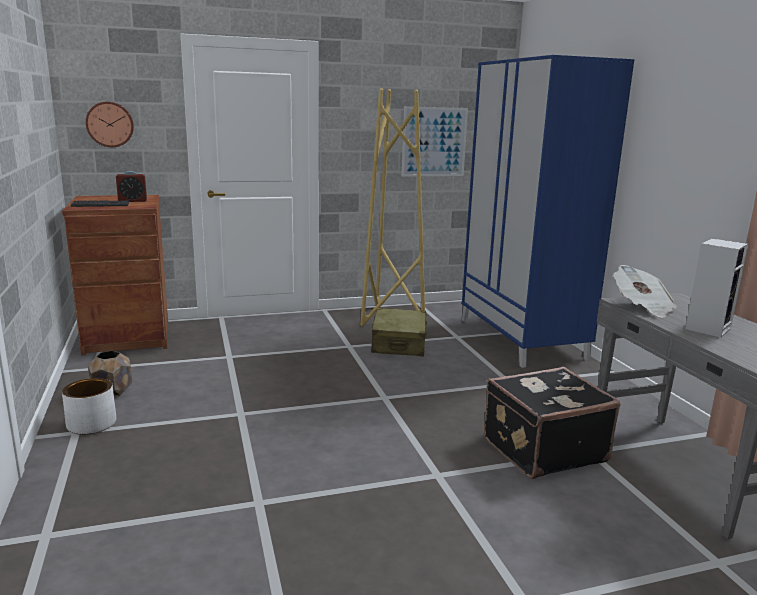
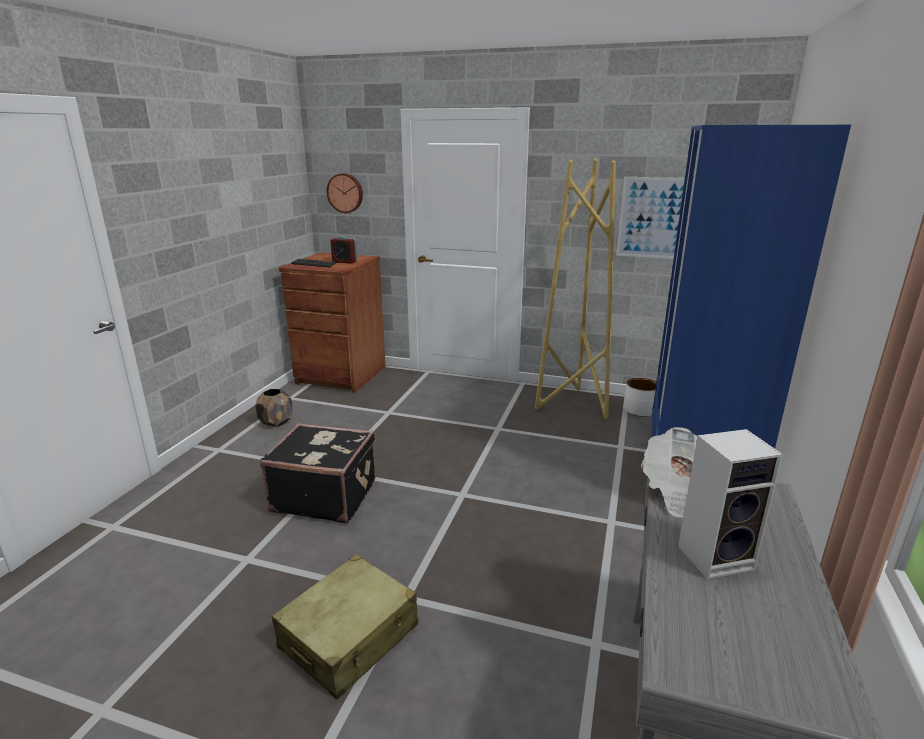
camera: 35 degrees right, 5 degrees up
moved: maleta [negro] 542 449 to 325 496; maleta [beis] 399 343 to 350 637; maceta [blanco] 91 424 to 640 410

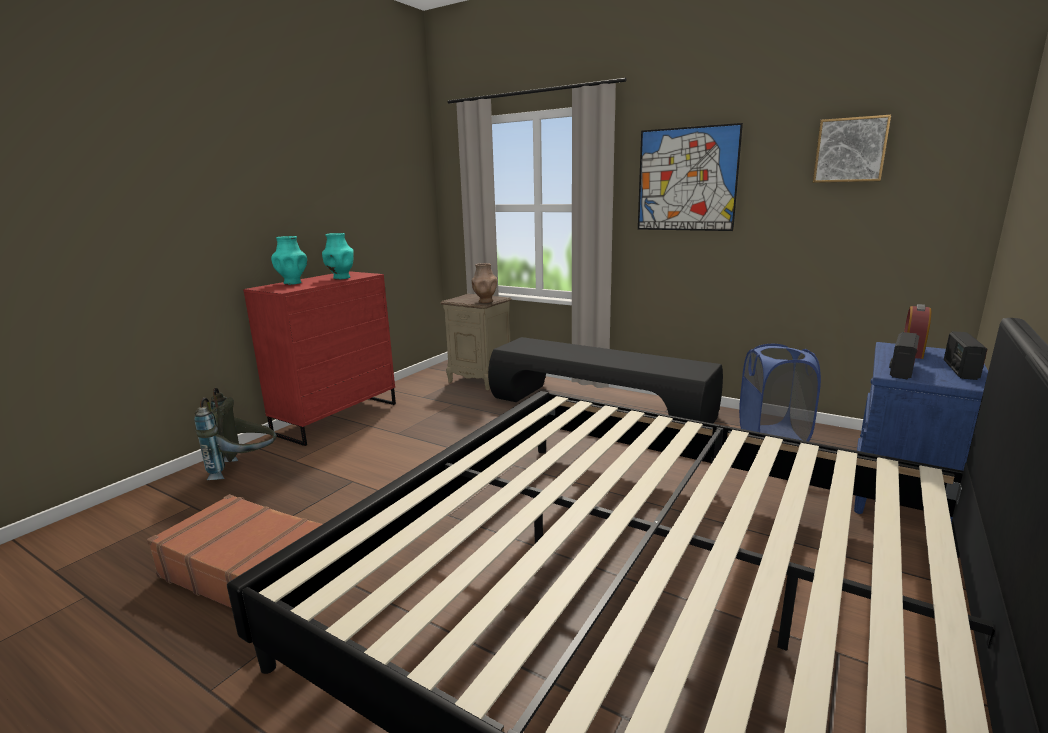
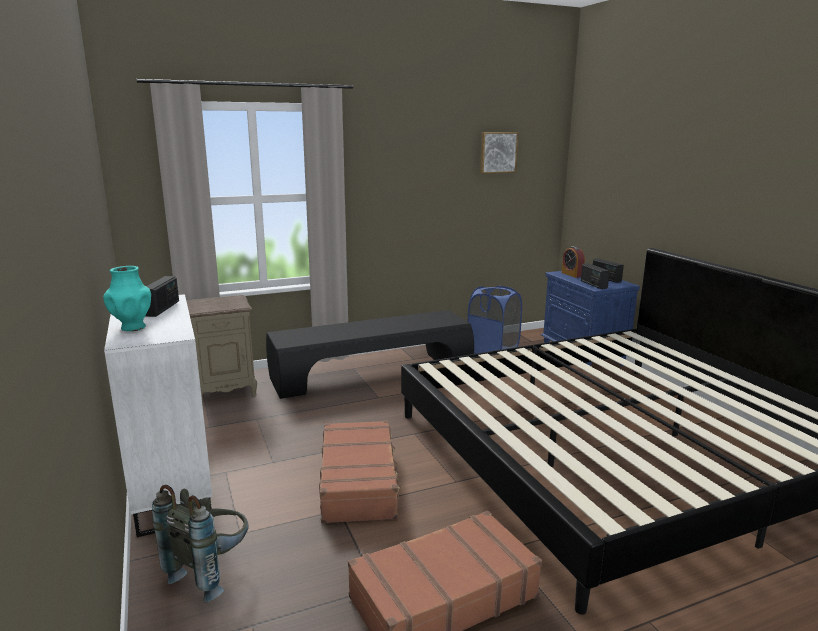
camera: 55 degrees left, 0 degrees up
removed: florero [marrón] 485 301; cuadro 686 179
added: maleta [marrón] 359 482
replaced: florero [turquesa] 341 278 to radio 162 309
recoloured: cómoda [rojo] 336 418 to cómoda [blanco] 171 485

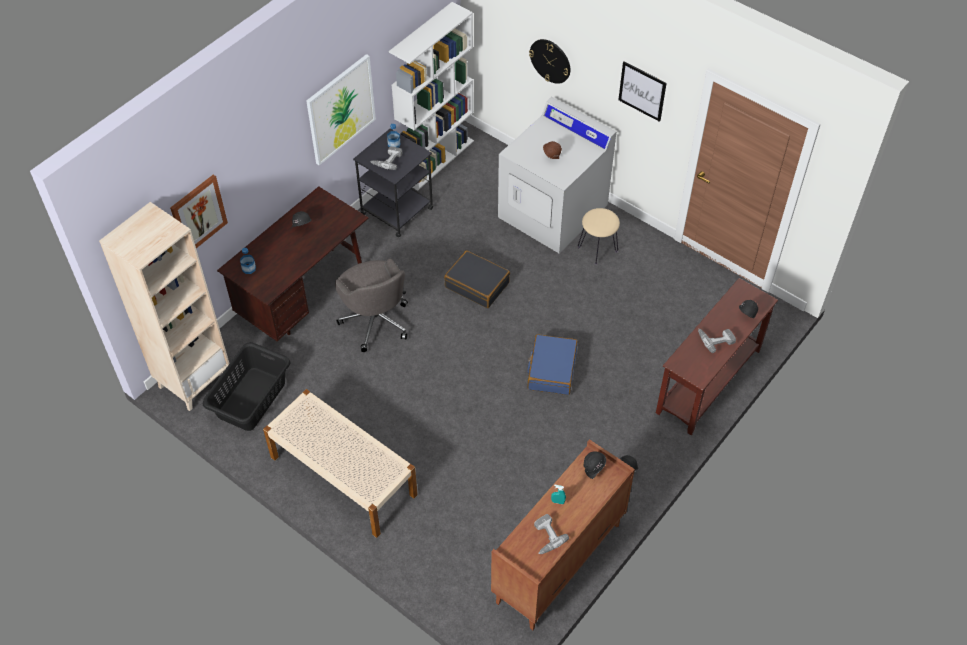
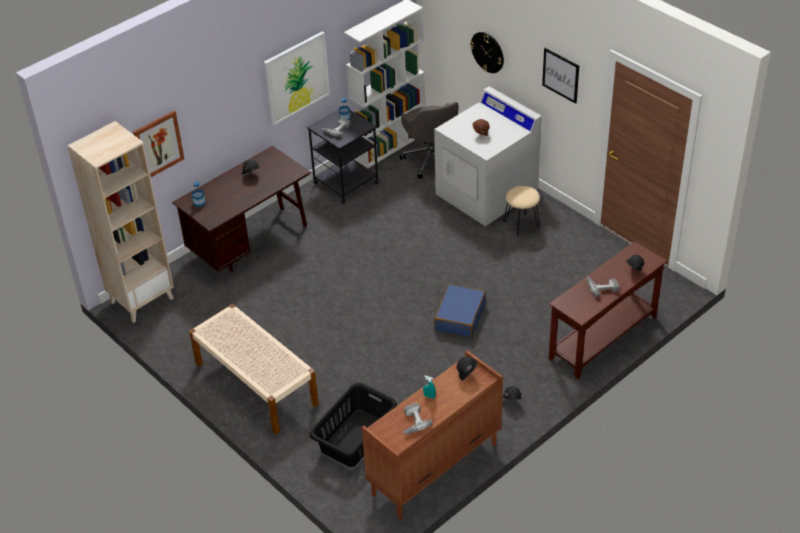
camera: 10 degrees right, 10 degrees down
removed: maleta [negro] 477 285
moved: cesto de la ropa [negro] 250 399 to 354 438; silla de oficina [gris] 376 323 to 432 160

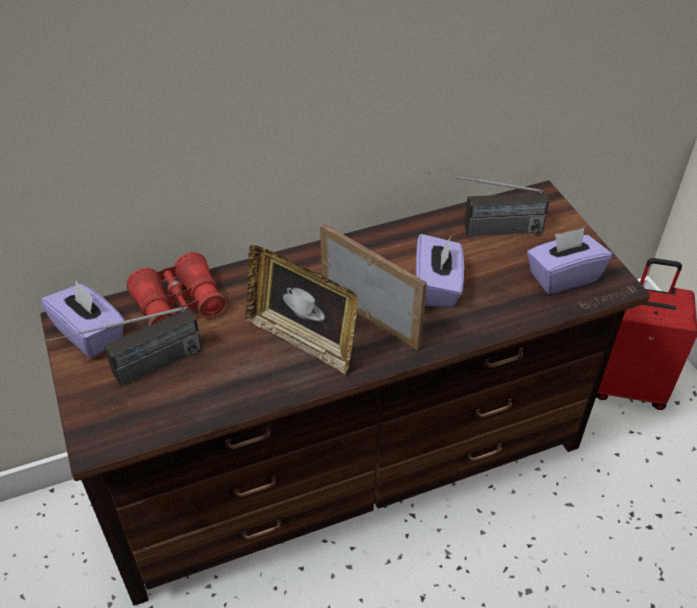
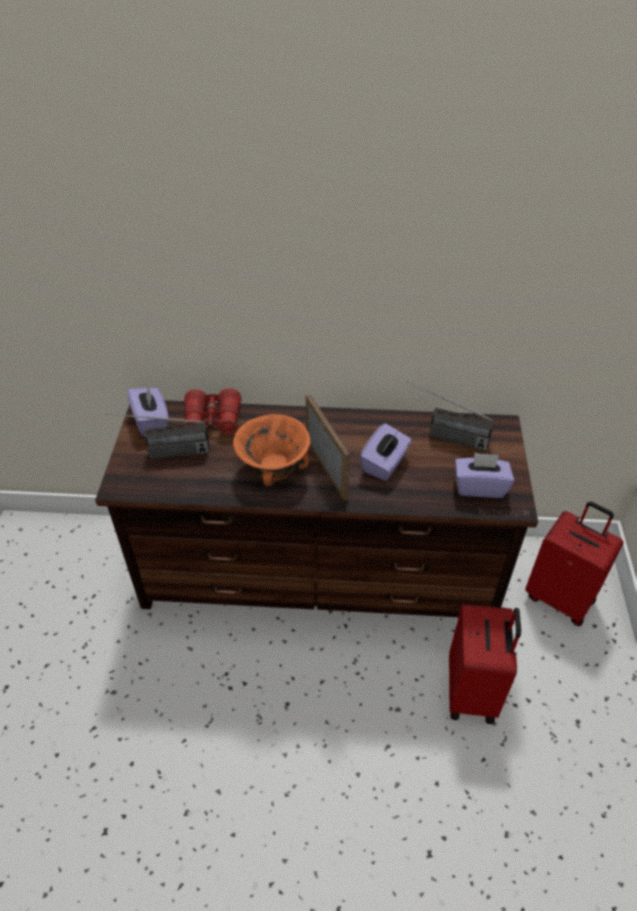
camera: 25 degrees right, 0 degrees up
added: maleta [rojo] 473 691
replaced: portarretratos 302 339 to cuenco [naranja] 274 468

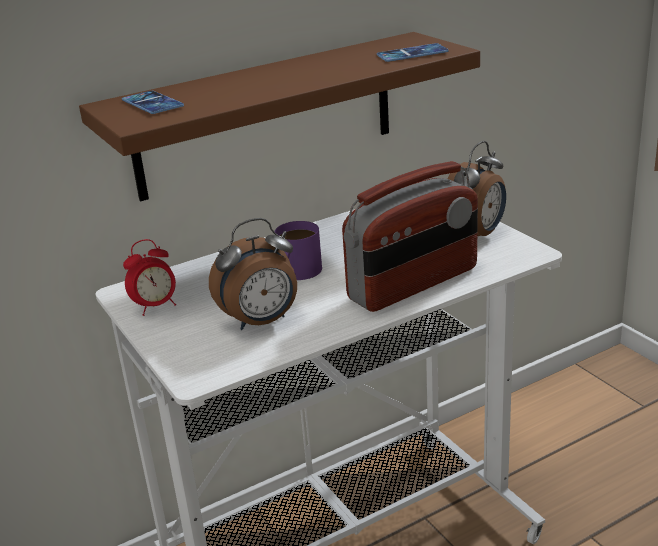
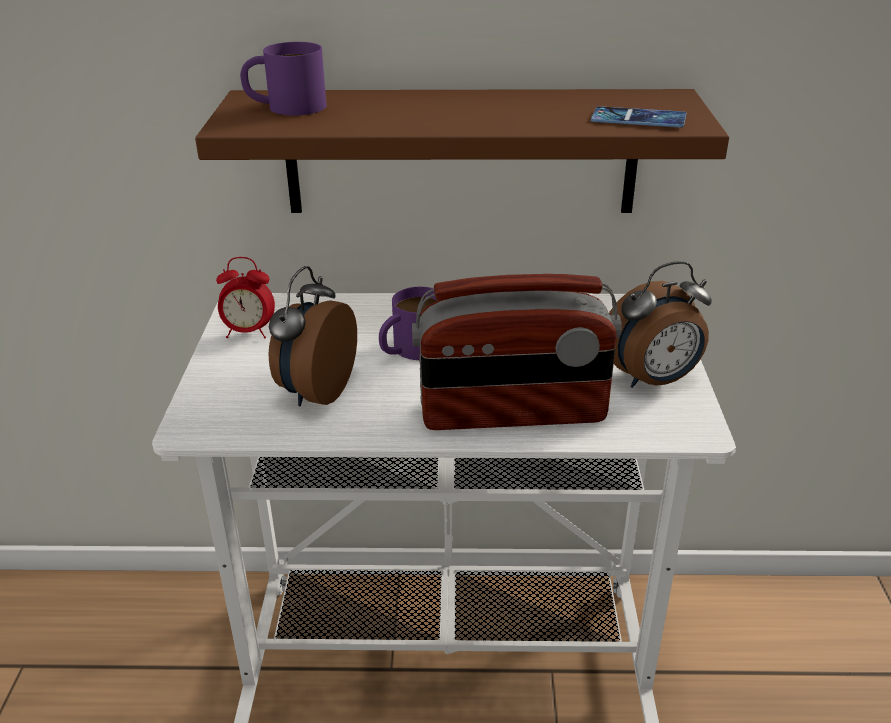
camera: 30 degrees right, 5 degrees up
replaced: móvil 152 103 to taza grande [morado] 285 106
turned: despertador 261 322 = 315 392 105 degrees clockwise

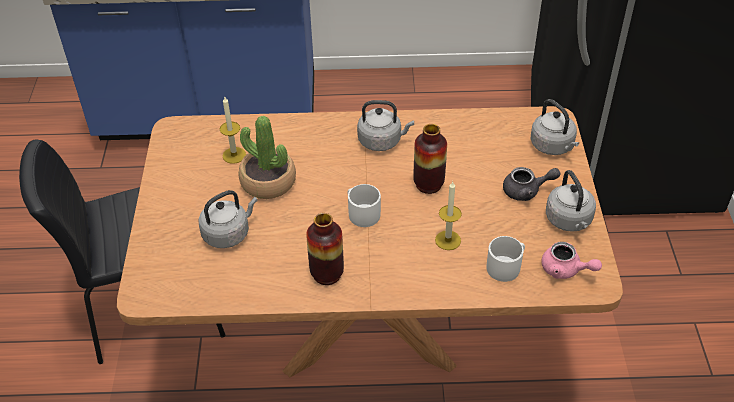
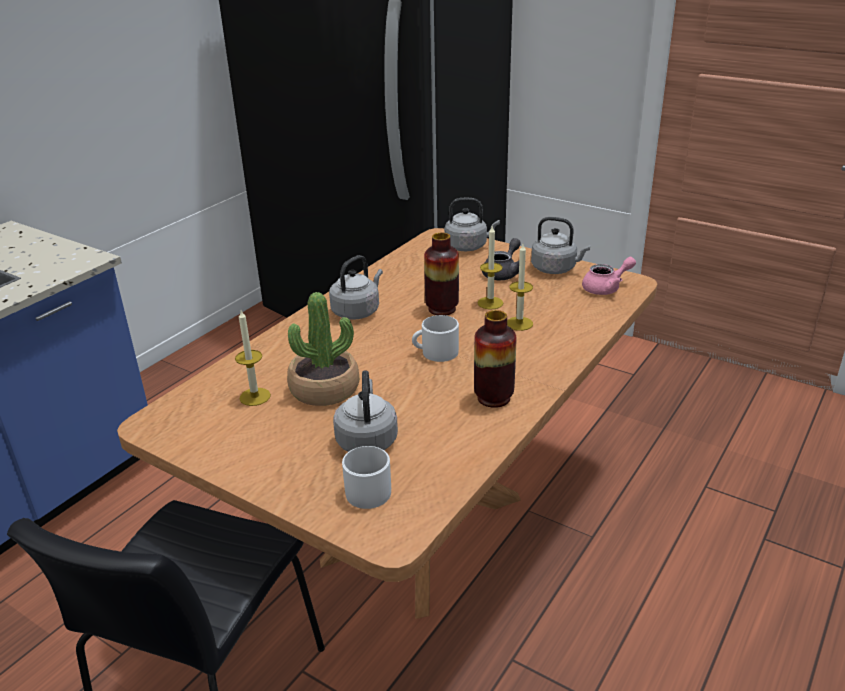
camera: 55 degrees left, 15 degrees down
added: vela 490 303
moved: taza grande [blanco] 506 266 to 368 488

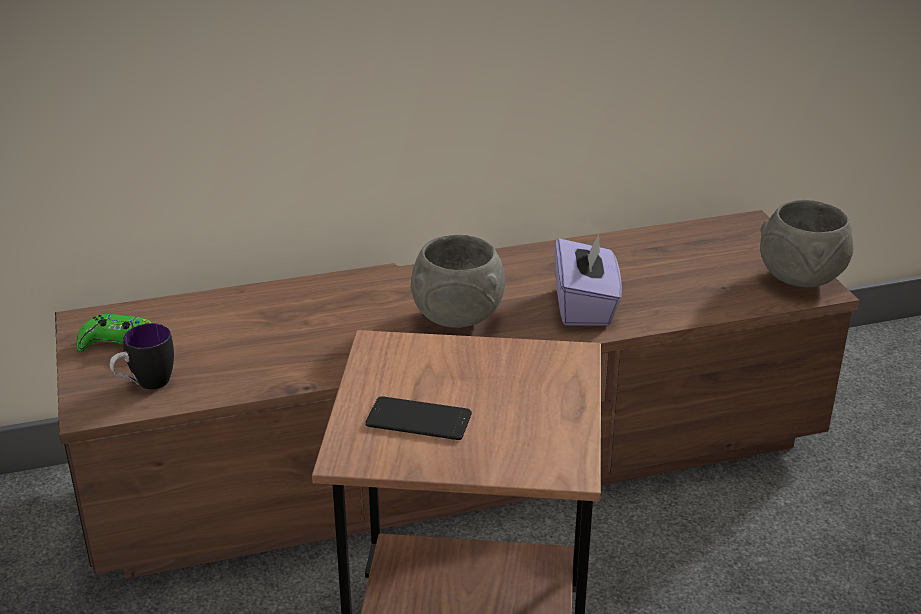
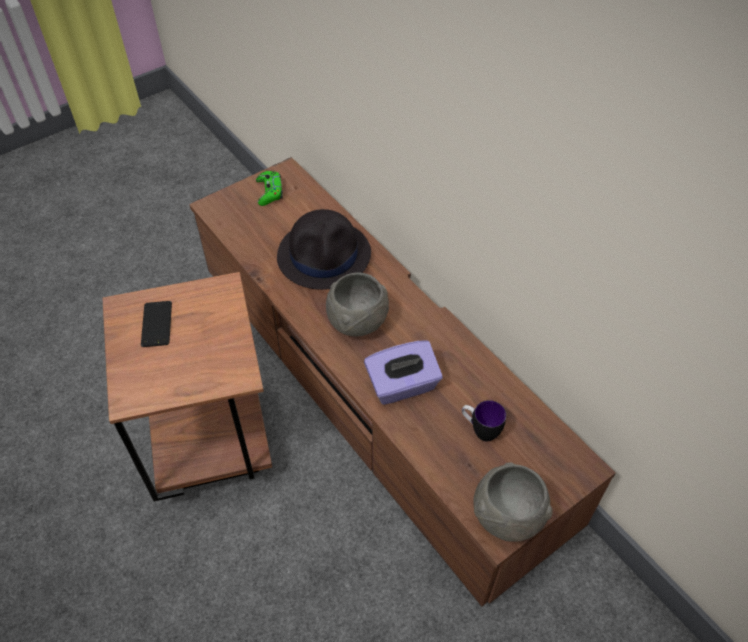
camera: 70 degrees right, 20 degrees up
added: sombrero [negro] 325 255
moved: taza grande 146 385 to 480 430

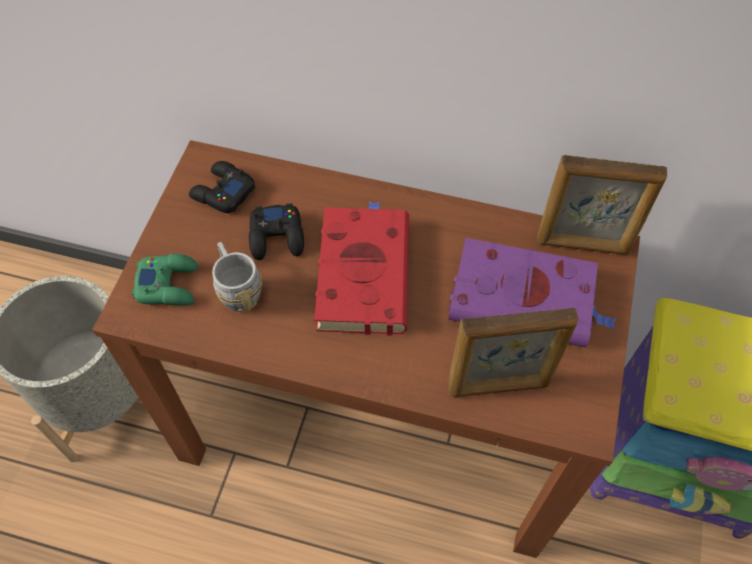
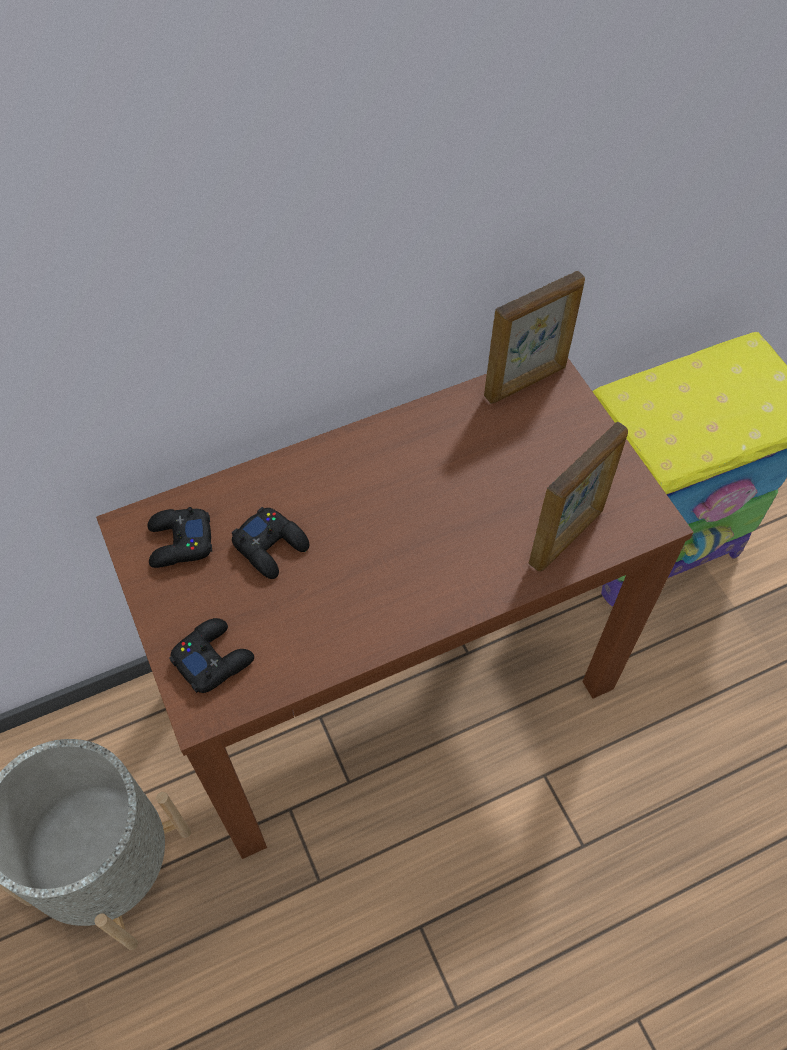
camera: 40 degrees left, 0 degrees up
removed: taza grande [gris] 237 288; libro [rojo] 362 271; libro [morado] 526 298
recoloured: mando de consola [verde] 168 284 to mando de consola [negro] 213 658

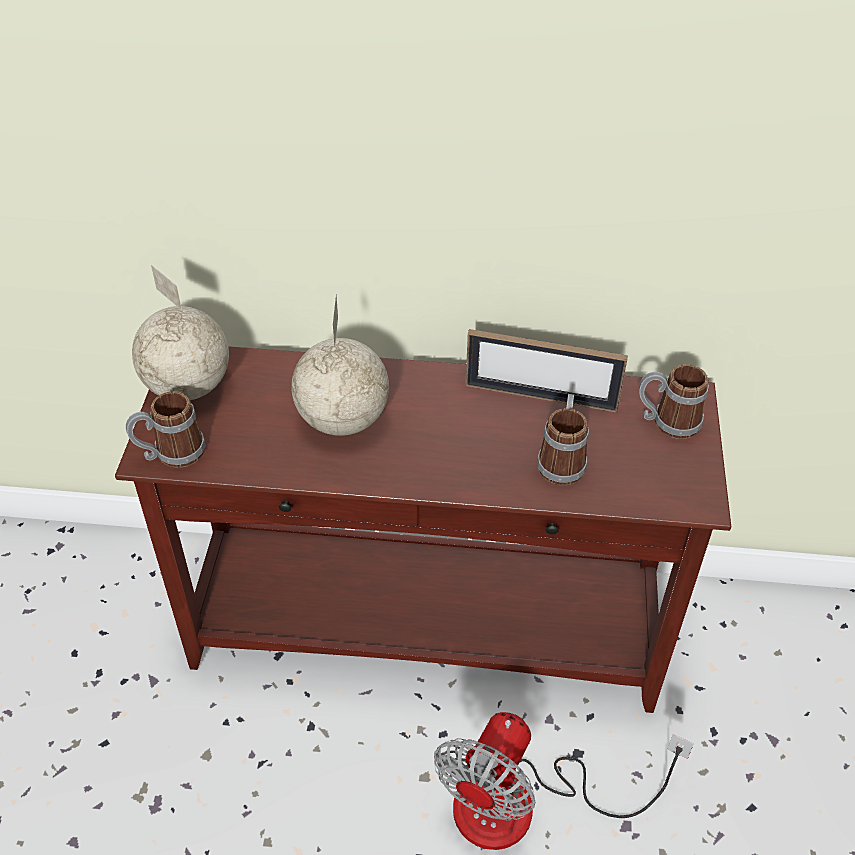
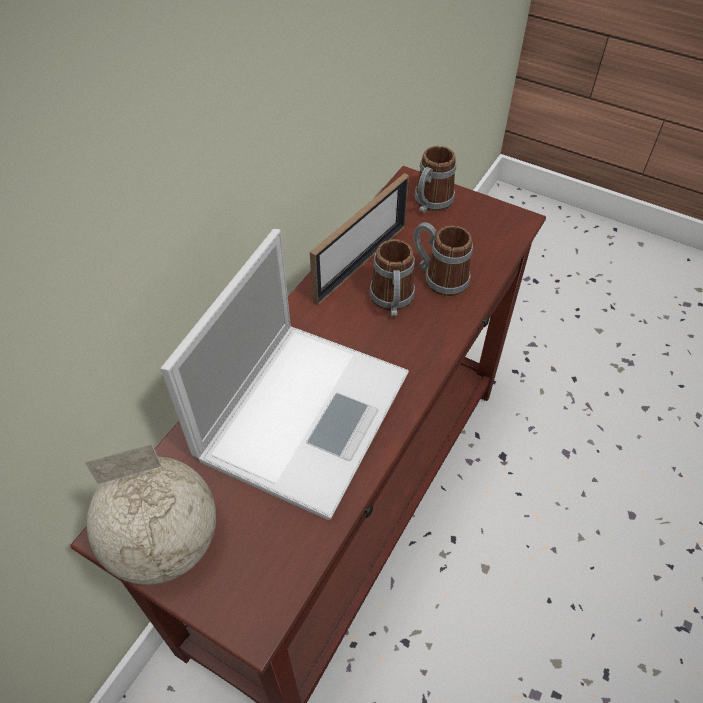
camera: 65 degrees left, 5 degrees up
removed: ventilador 523 805
moved: taza grande 171 453 to 392 302
replaced: globo terráqueo 343 420 to portátil 306 411

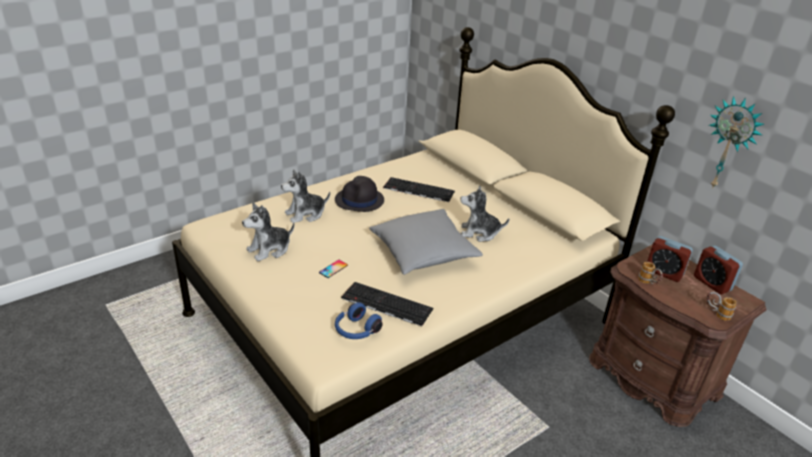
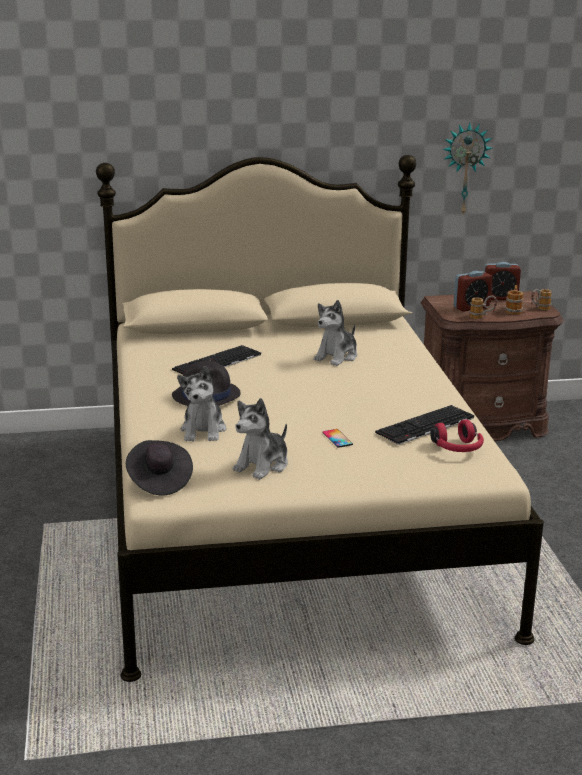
camera: 60 degrees left, 10 degrees down
removed: cojín [gris] 423 253
added: sombrero [negro] 159 481; taza grande 513 310
recoloured: auriculares [azul] 356 330 to auriculares [rojo] 458 449
turned: peluche 269 249 = 263 465 45 degrees clockwise

